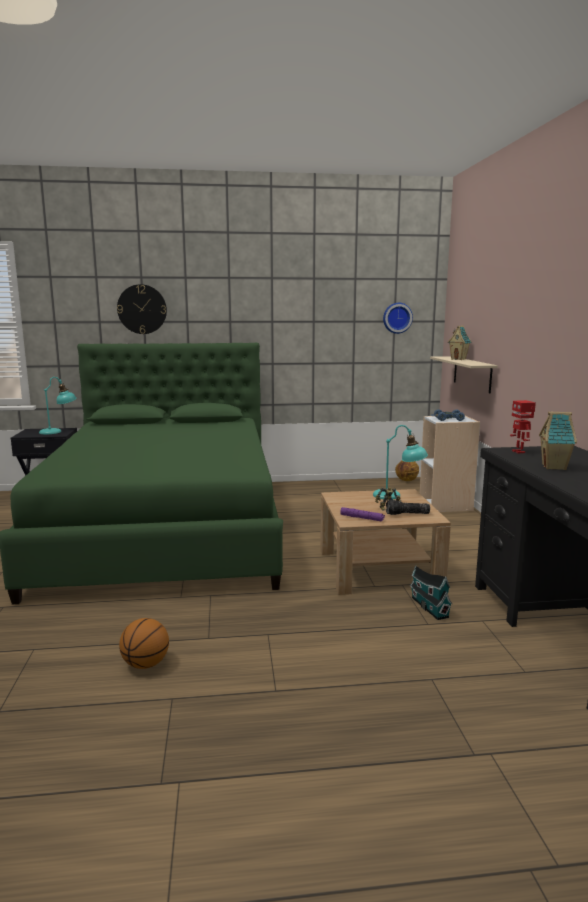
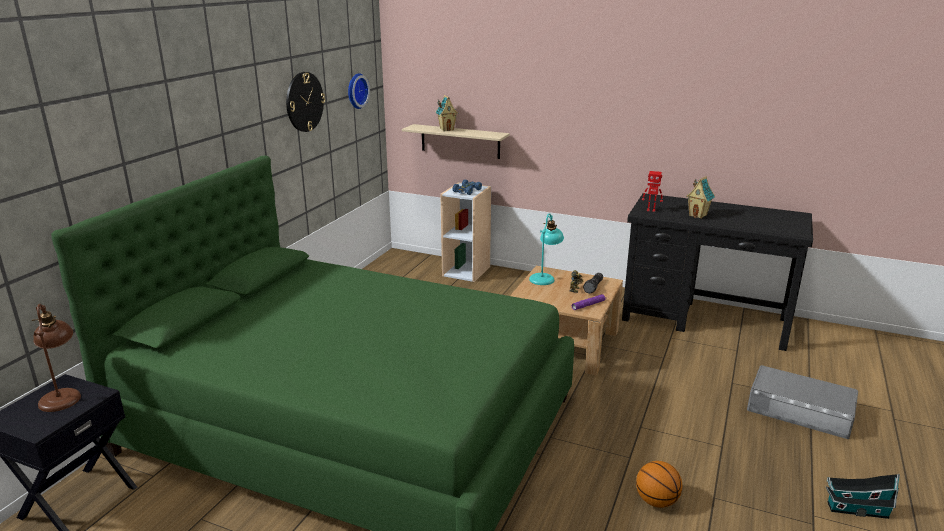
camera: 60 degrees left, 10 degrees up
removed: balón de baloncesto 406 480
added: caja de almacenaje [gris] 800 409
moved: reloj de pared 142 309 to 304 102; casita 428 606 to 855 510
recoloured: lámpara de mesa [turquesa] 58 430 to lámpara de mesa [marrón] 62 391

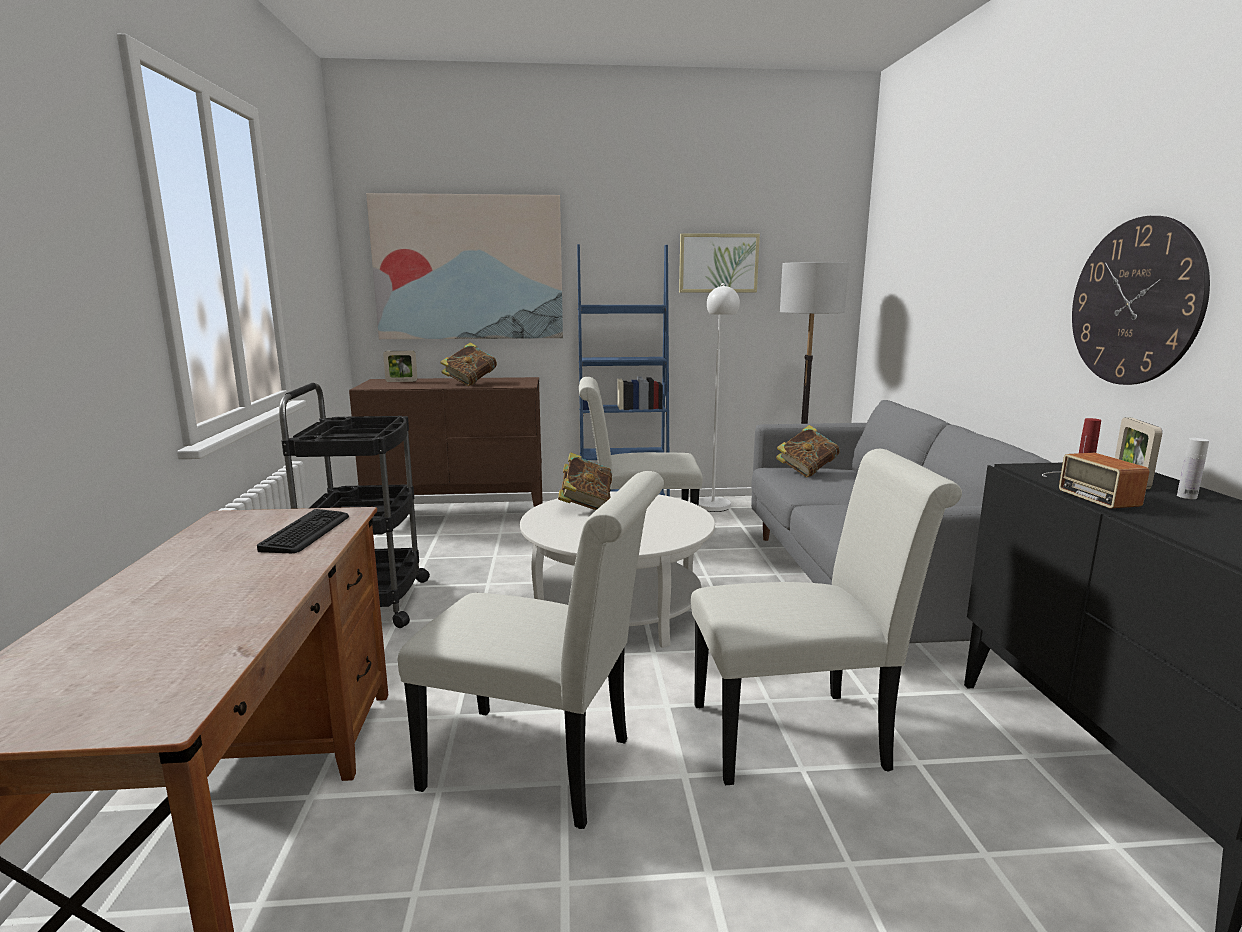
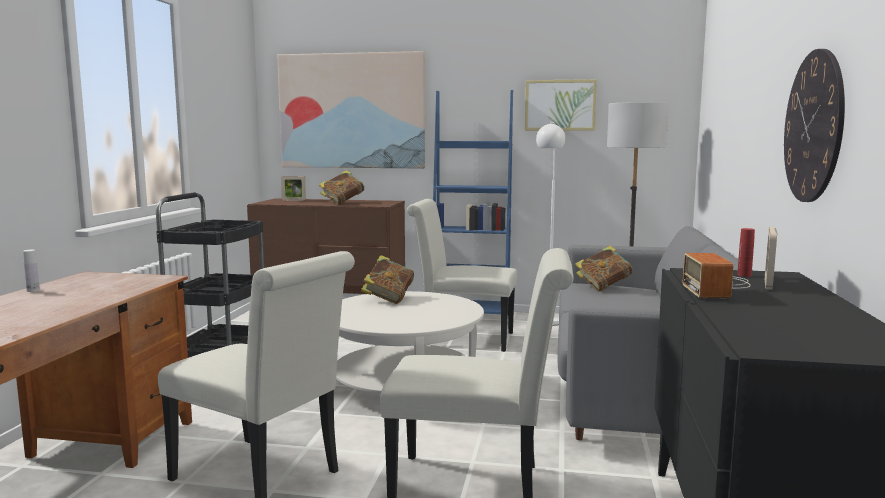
camera: 15 degrees right, 5 degrees down
removed: teclado 307 532
moved: botella [blanco] 1186 496 to 33 290

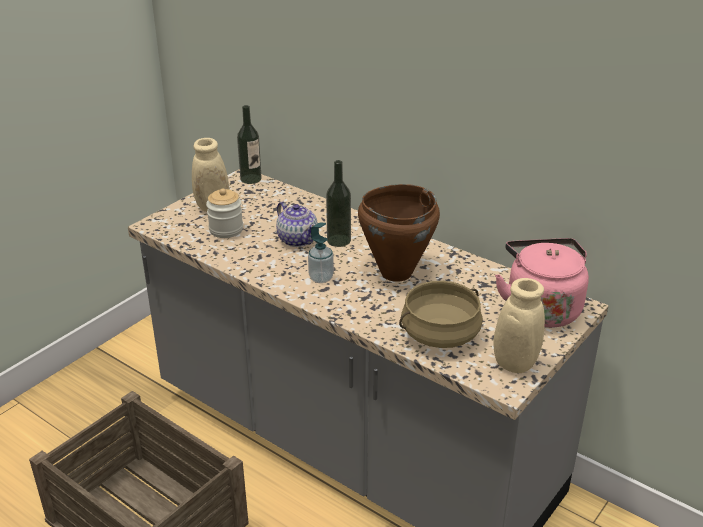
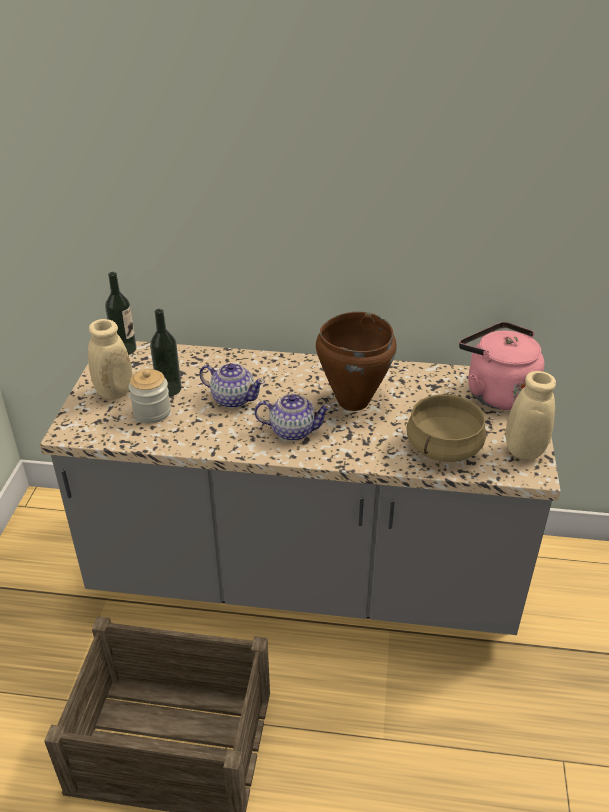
camera: 30 degrees left, 5 degrees up
moved: botella 338 240 to 169 389
replaced: dispensador de jabón 321 278 to tetera 292 430

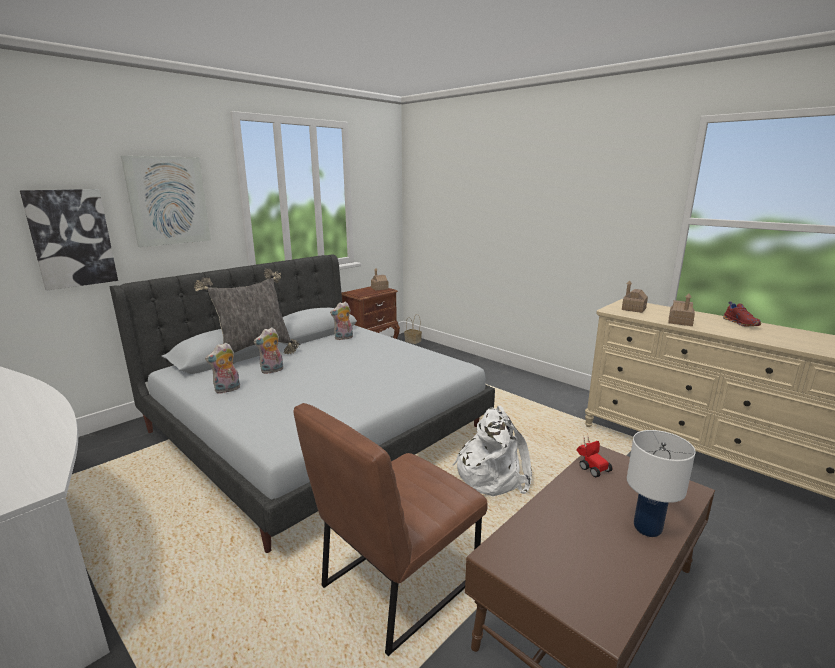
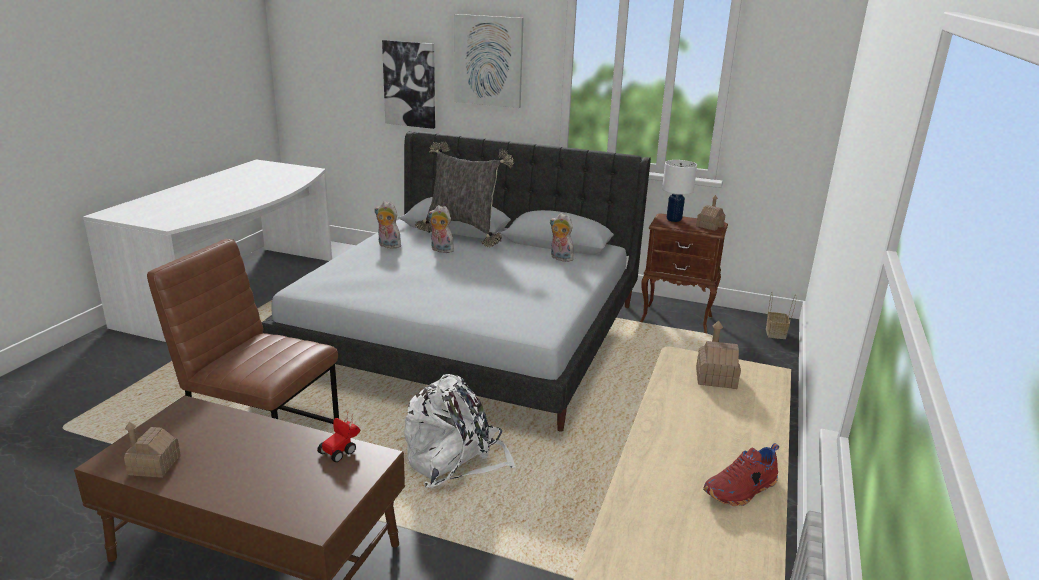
camera: 65 degrees right, 5 degrees up
moved: casita 680 322 to 154 465; lámpara de mesa [blanco] 648 528 to 674 220

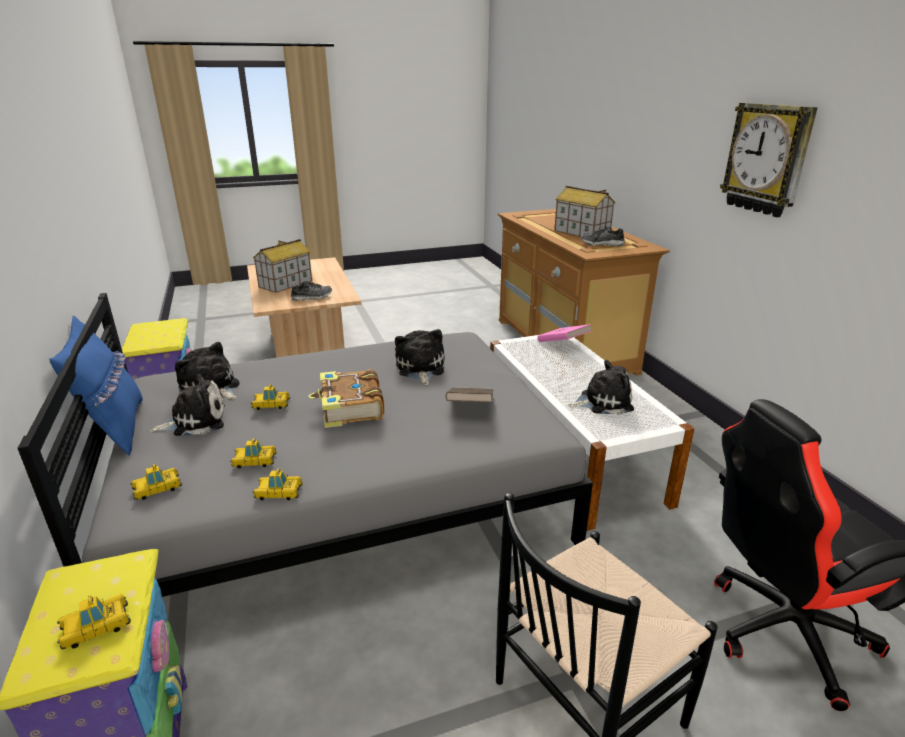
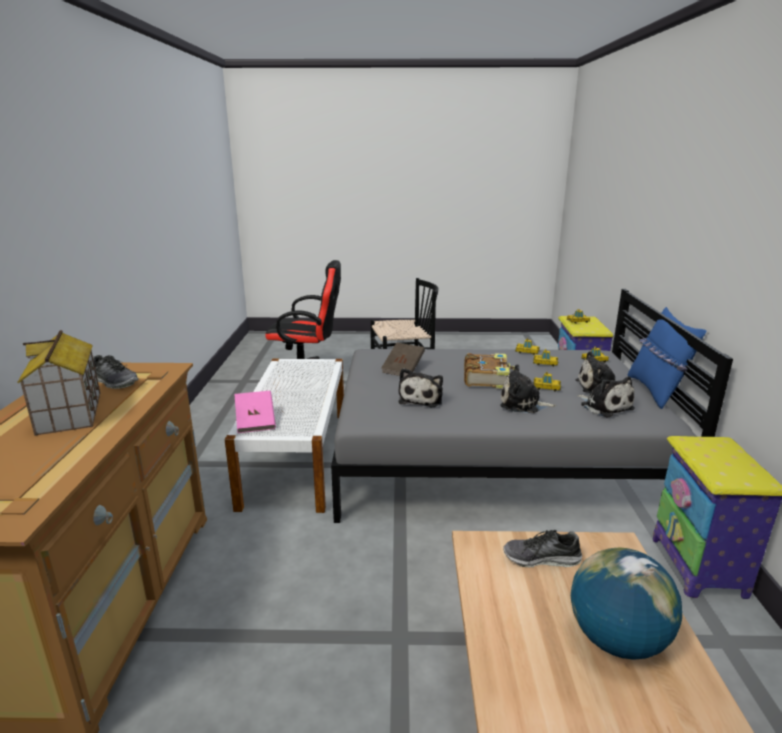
camera: 160 degrees left, 5 degrees down
removed: reloj de pared 767 159
moved: peluche 602 402 to 523 404
replaced: casita 285 284 to globo terráqueo 616 640

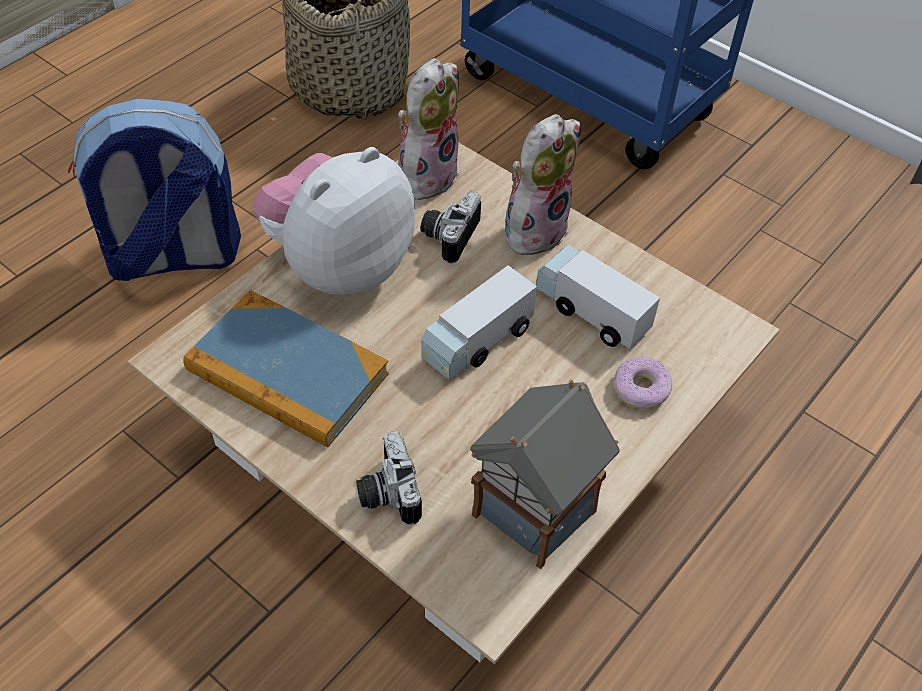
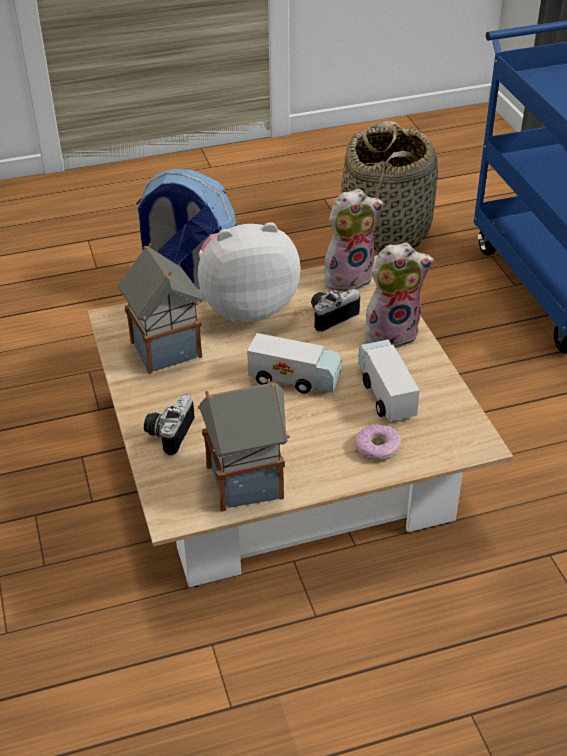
camera: 35 degrees right, 10 degrees down
replaced: libro 287 373 to casita 167 350
turned: camión de juguete 477 341 = 295 379 150 degrees counterclockwise

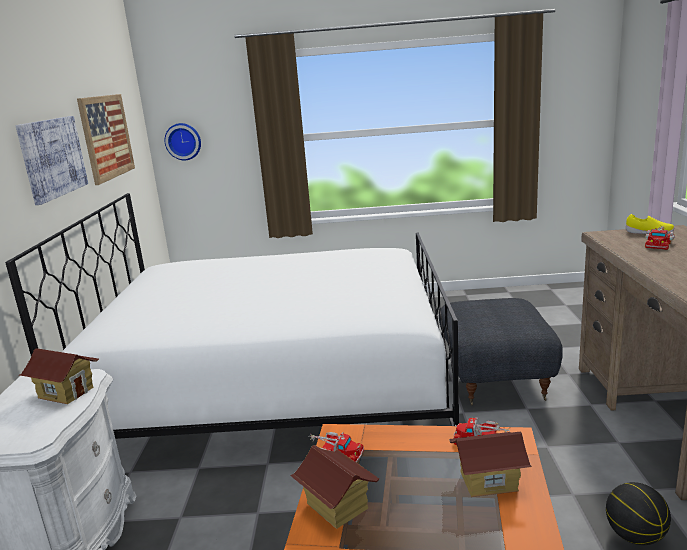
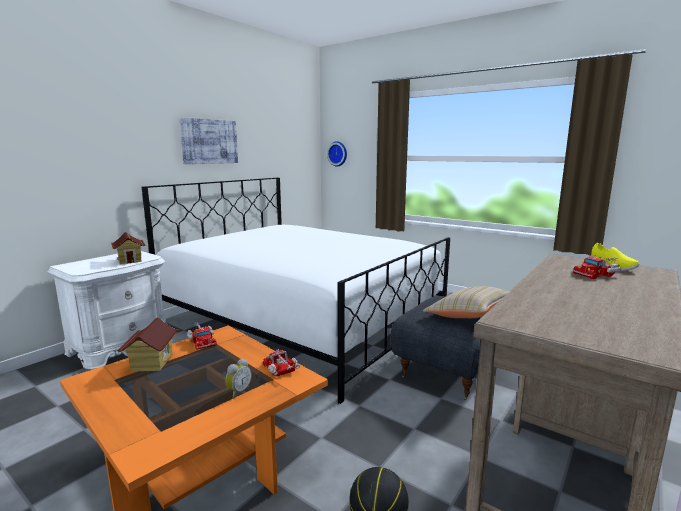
camera: 35 degrees right, 5 degrees down
removed: cuadro 107 137
added: cojín [beis] 468 315
replaced: casita 488 481 to despertador 238 391

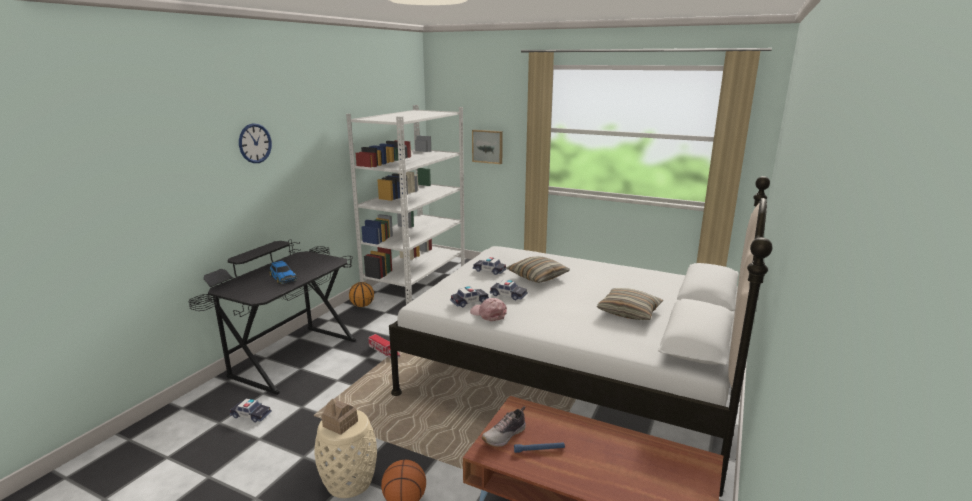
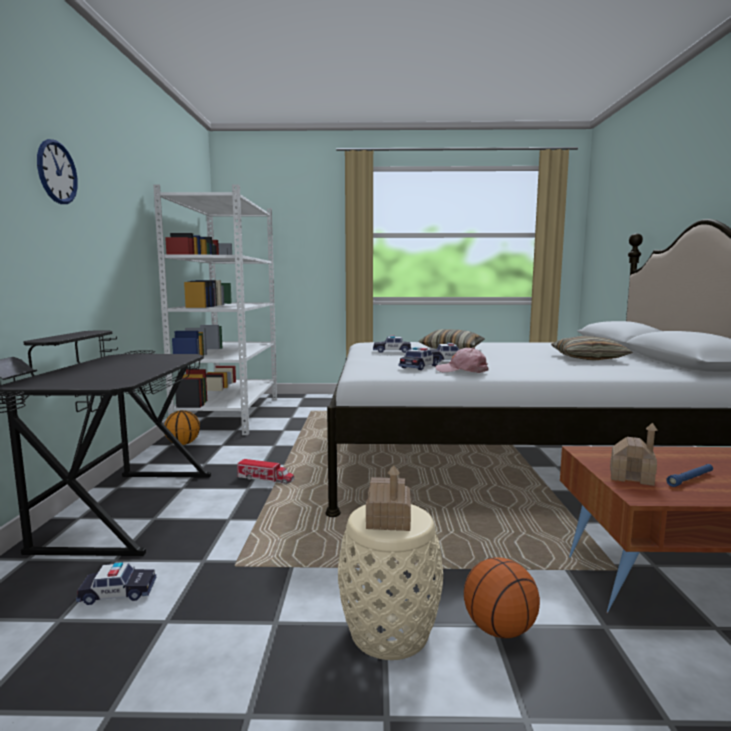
camera: 25 degrees left, 10 degrees down
removed: coche de juguete 283 278; cuadro 487 146
replaced: zapato 505 435 to casita 631 476

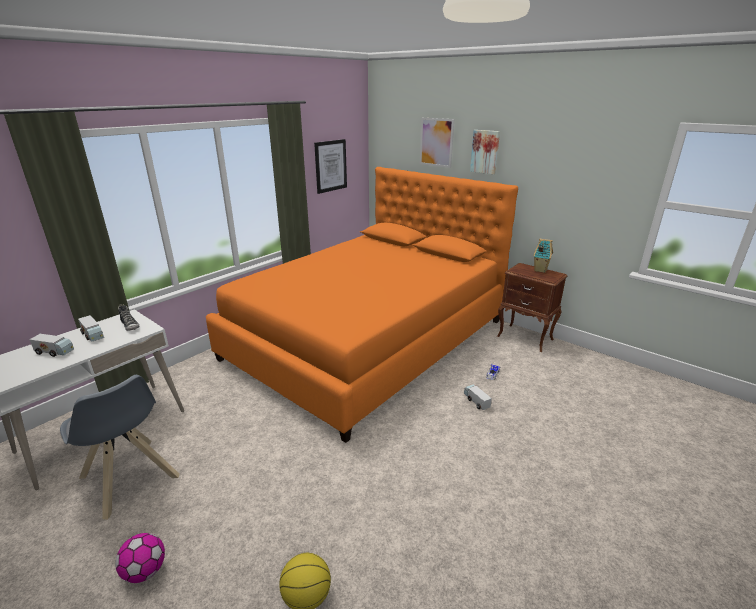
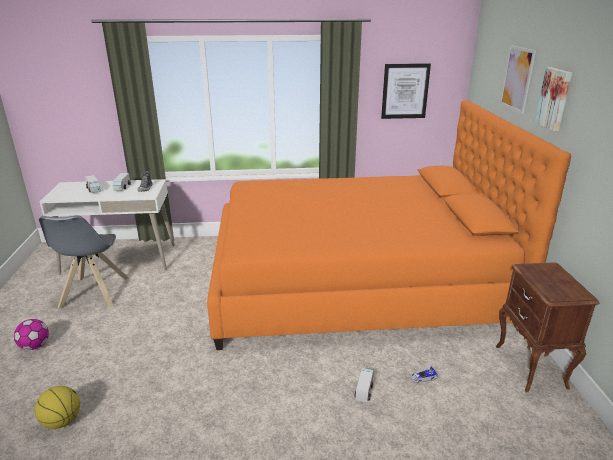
camera: 45 degrees right, 0 degrees up
removed: casita 540 270

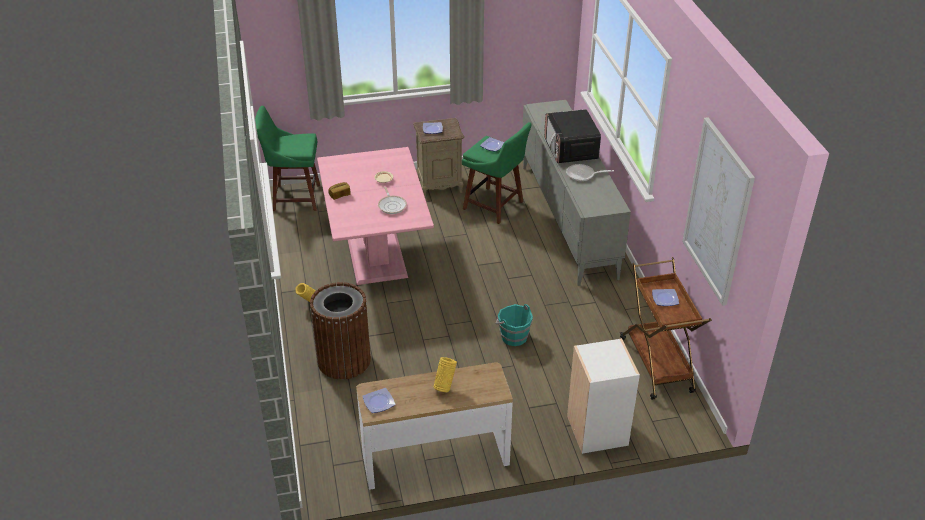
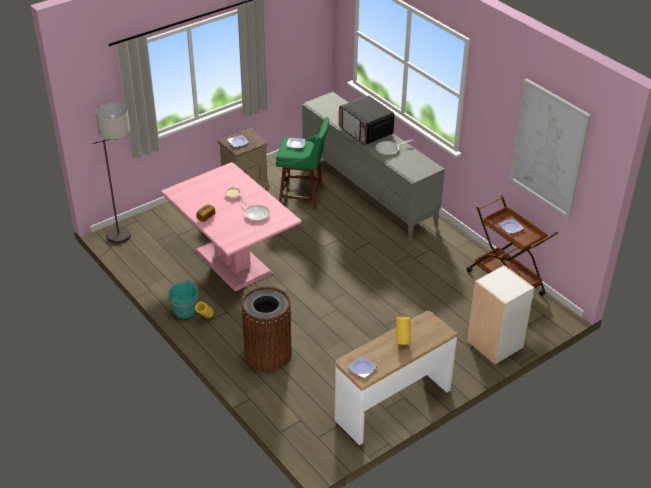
camera: 25 degrees left, 0 degrees up
moved: cubo [turquesa] 513 336 to 184 310
replaced: taburete [verde] 294 197 to lámpara de pie [gris] 126 234

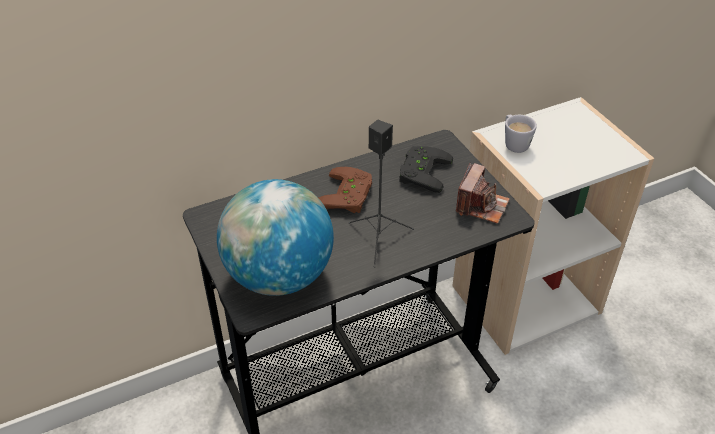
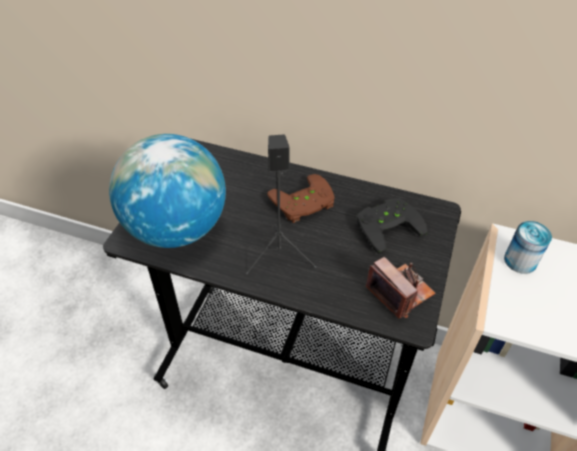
camera: 45 degrees right, 5 degrees up
replaced: taza grande [blanco] 514 143 to lata 520 260
turned: cámara 481 206 = 400 292 105 degrees counterclockwise

